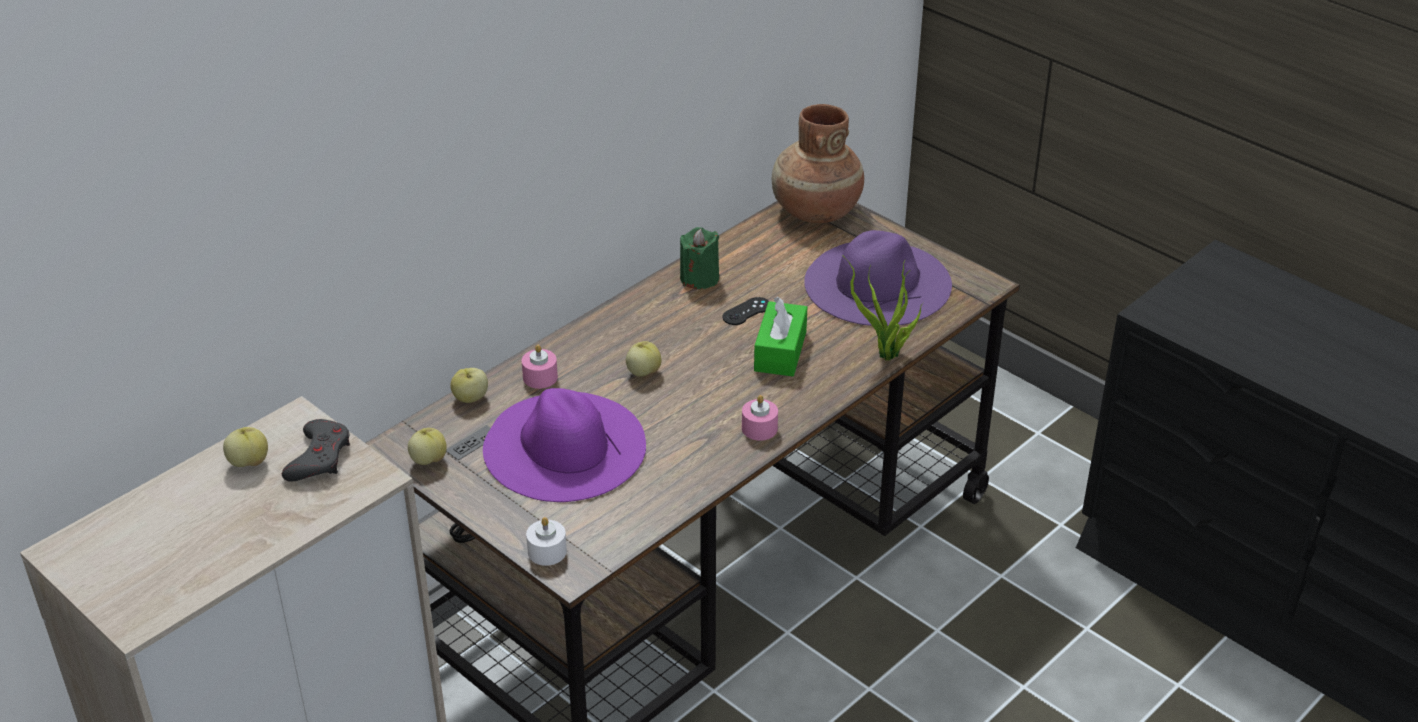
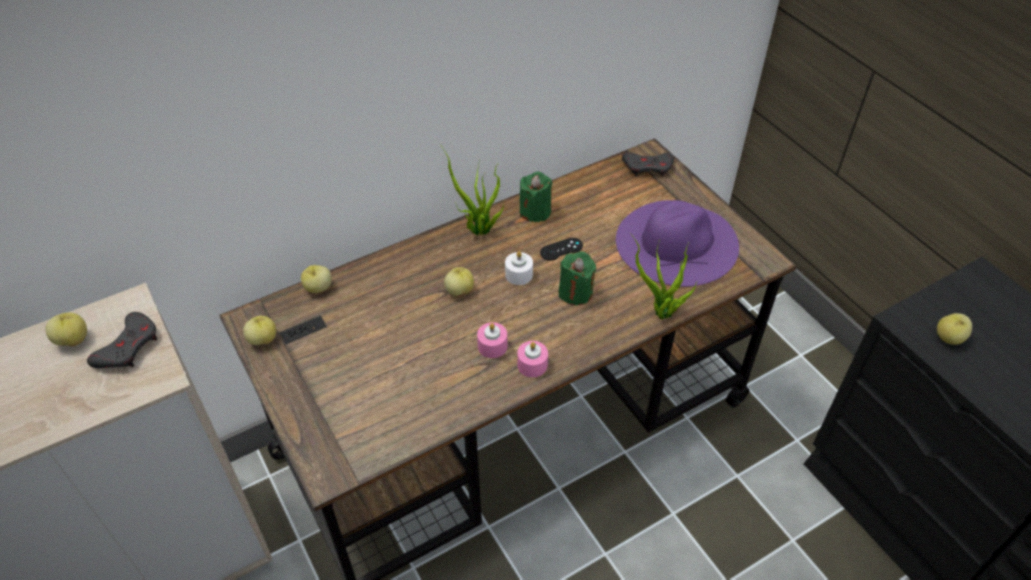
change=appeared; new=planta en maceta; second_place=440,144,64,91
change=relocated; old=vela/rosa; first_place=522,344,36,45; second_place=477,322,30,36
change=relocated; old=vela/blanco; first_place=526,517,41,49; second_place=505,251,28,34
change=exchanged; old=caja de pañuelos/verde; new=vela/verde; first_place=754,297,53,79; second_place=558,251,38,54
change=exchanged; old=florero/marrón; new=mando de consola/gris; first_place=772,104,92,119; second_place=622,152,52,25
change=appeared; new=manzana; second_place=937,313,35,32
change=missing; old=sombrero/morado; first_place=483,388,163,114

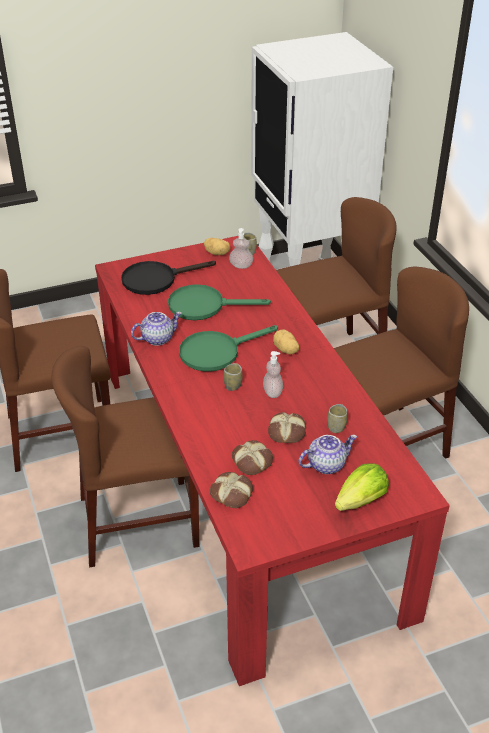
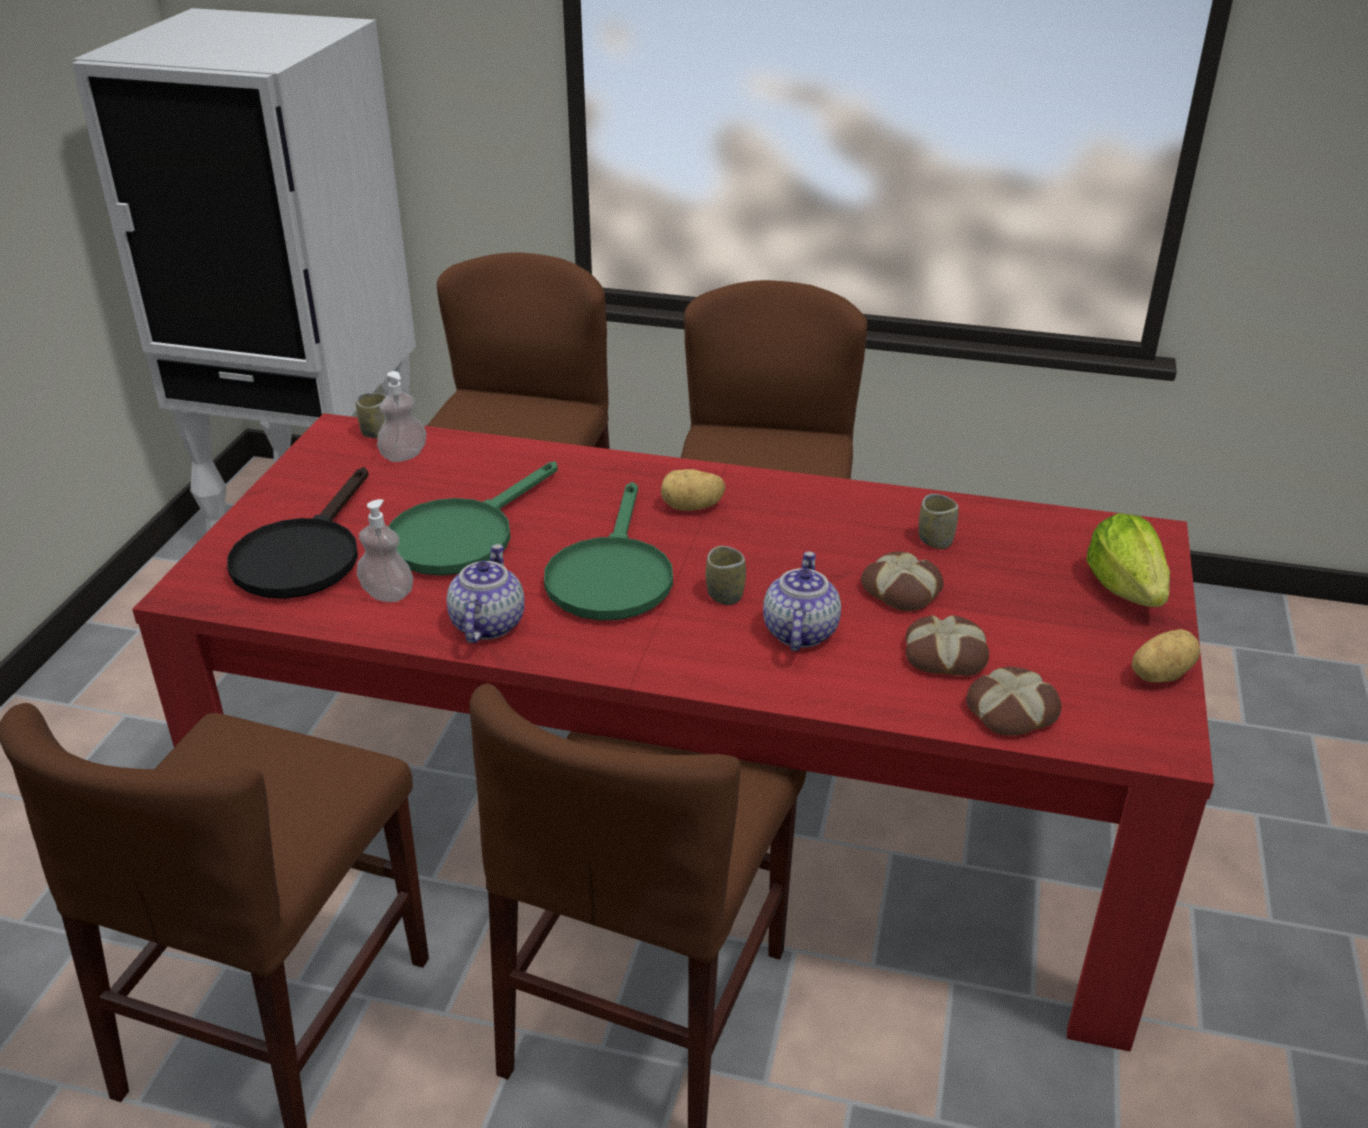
change=relocated; old=dispensador de jabón; first_place=263,351,20,47; second_place=357,499,56,103
change=relocated; old=tetera; first_place=298,435,59,39; second_place=763,551,78,100
change=relocated; old=patata; first_place=204,238,26,17; second_place=1132,629,68,53

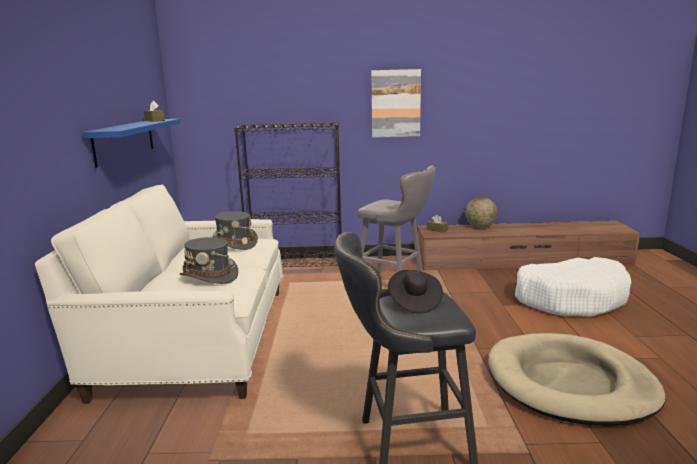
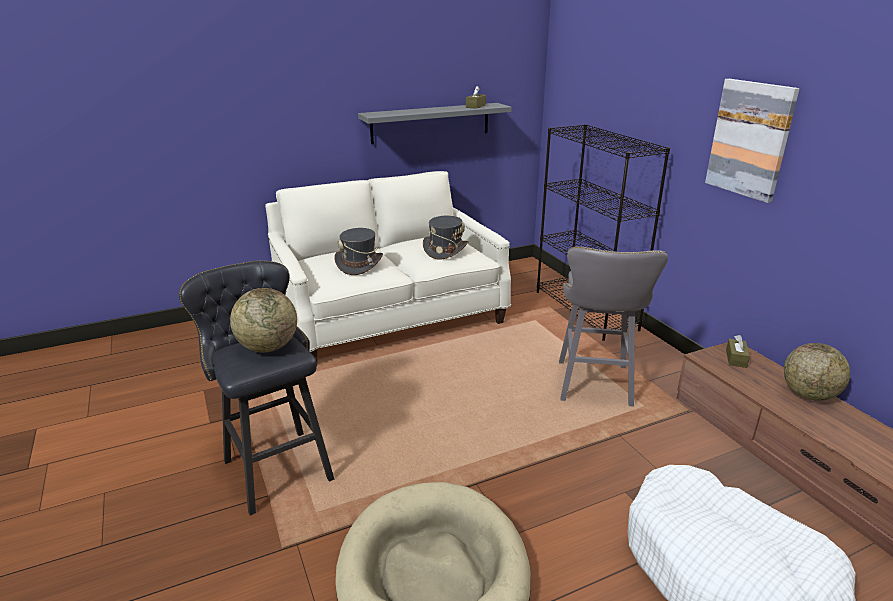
change=exchanged; old=sombrero/negro; new=globo terráqueo; first_place=388,270,55,43; second_place=230,288,67,65
change=colour; old=estante/azul; new=estante/gris; first_place=82,119,98,49; second_place=358,103,154,41

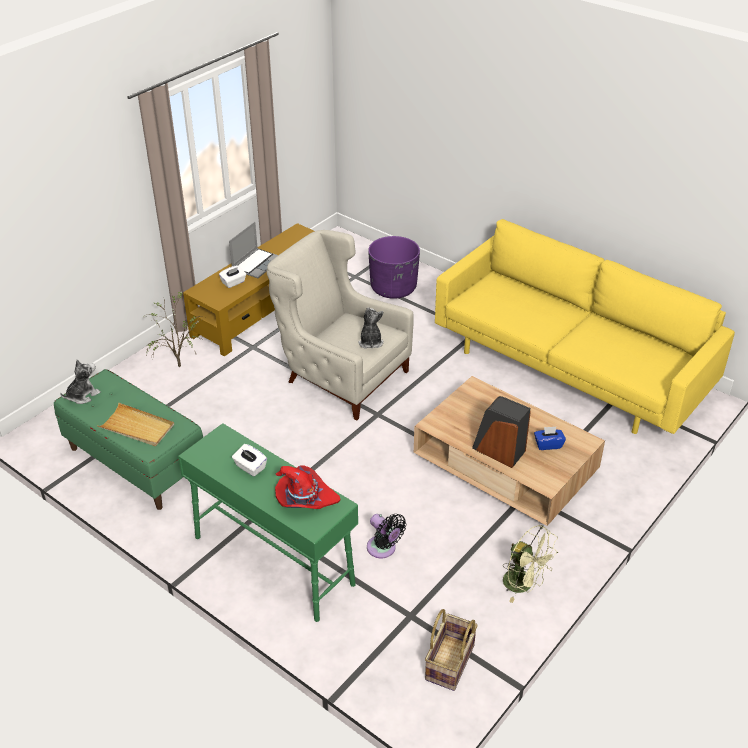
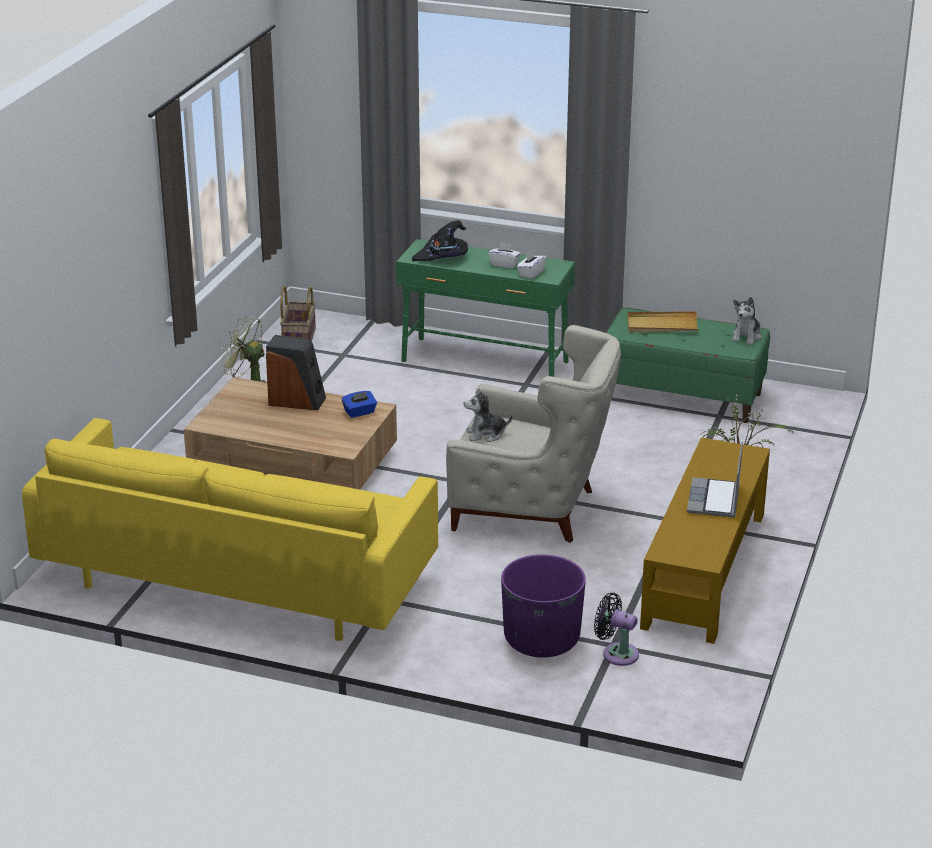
change=relocated; old=caja de pañuelos/azul; first_place=534,427,32,23; second_place=342,391,35,27
change=colour; old=sombrero/rojo; new=sombrero/negro; first_place=275,466,65,43; second_place=412,220,56,41
change=spun; old=peluche; first_place=358,307,26,42; second_place=464,388,49,54; degrees=105
change=relocated; old=caja de pañuelos/blanco; first_place=219,265,27,23; second_place=517,250,29,29
change=relocated; old=ventilador/negro; first_place=367,514,39,44; second_place=594,593,45,73

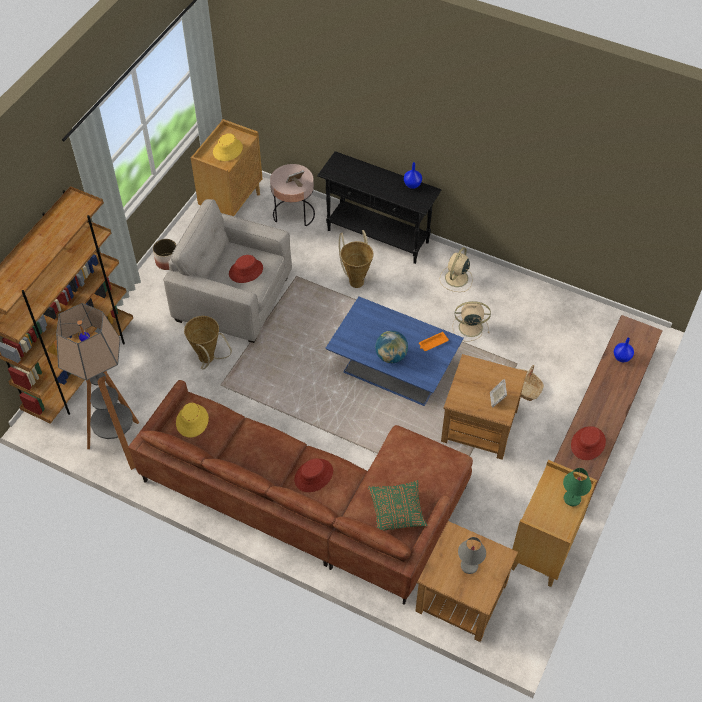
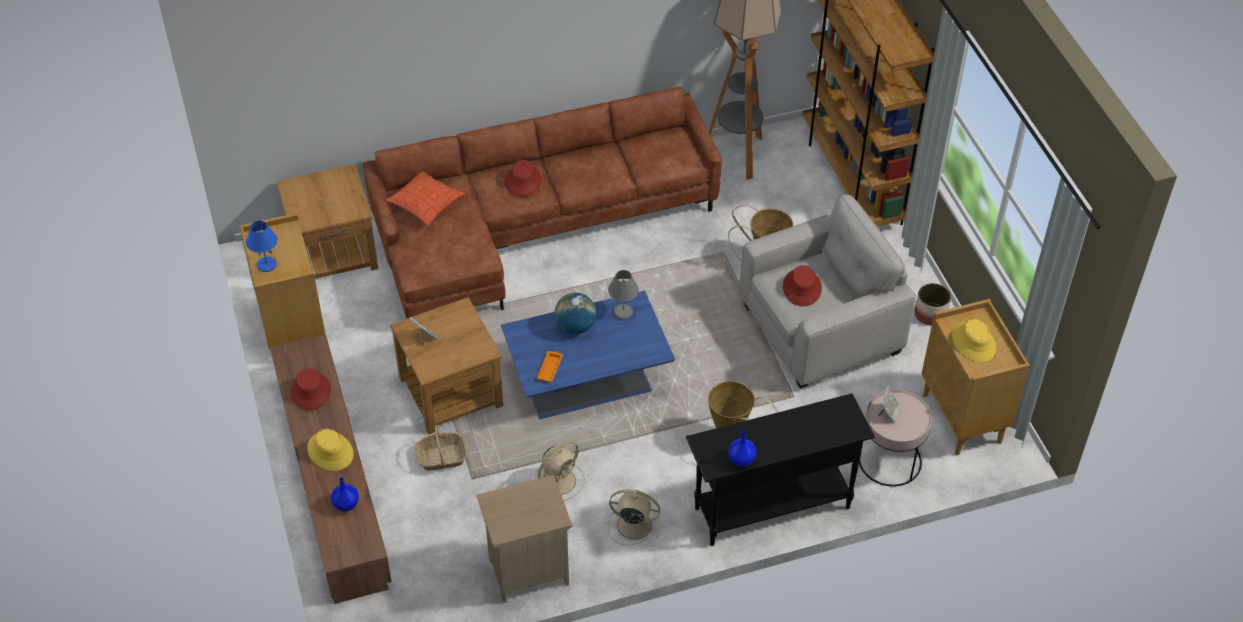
change=colour; old=lámpara de mesa/verde; new=lámpara de mesa/azul; first_place=563,468,29,38; second_place=246,221,32,51
change=relocated; old=sombrero/amarillo; first_place=176,403,33,35; second_place=307,429,47,42
change=colour; old=cojín/verde; new=cojín/naranja; first_place=368,480,59,51; second_place=386,172,79,53
change=appeared; new=mesita de noche/beis; second_place=477,475,95,128
change=relocated; old=lámpara de mesa/gris; first_place=458,537,28,37; second_place=608,270,31,49
change=spun; old=ventilador/beis; first_place=439,247,33,45; second_place=608,490,52,55; degrees=-60

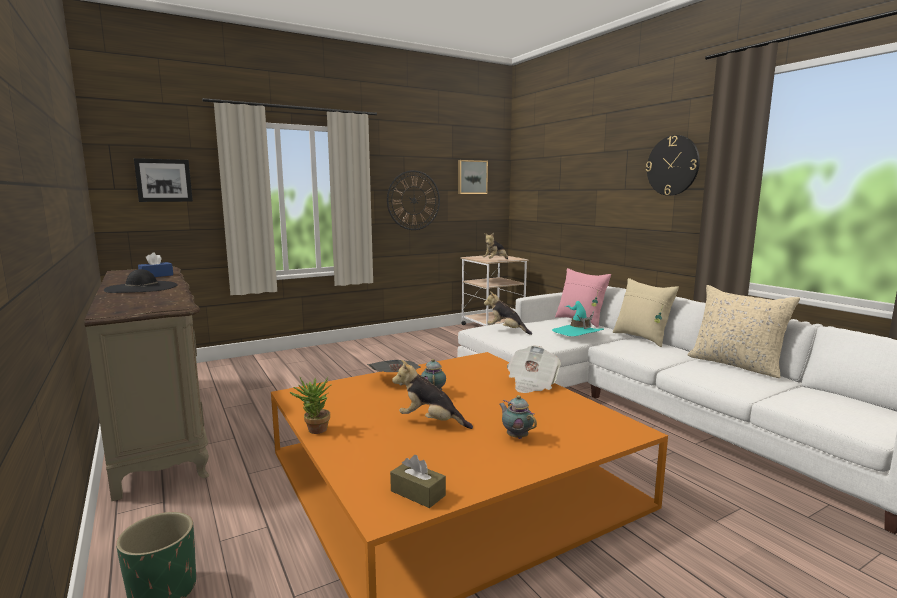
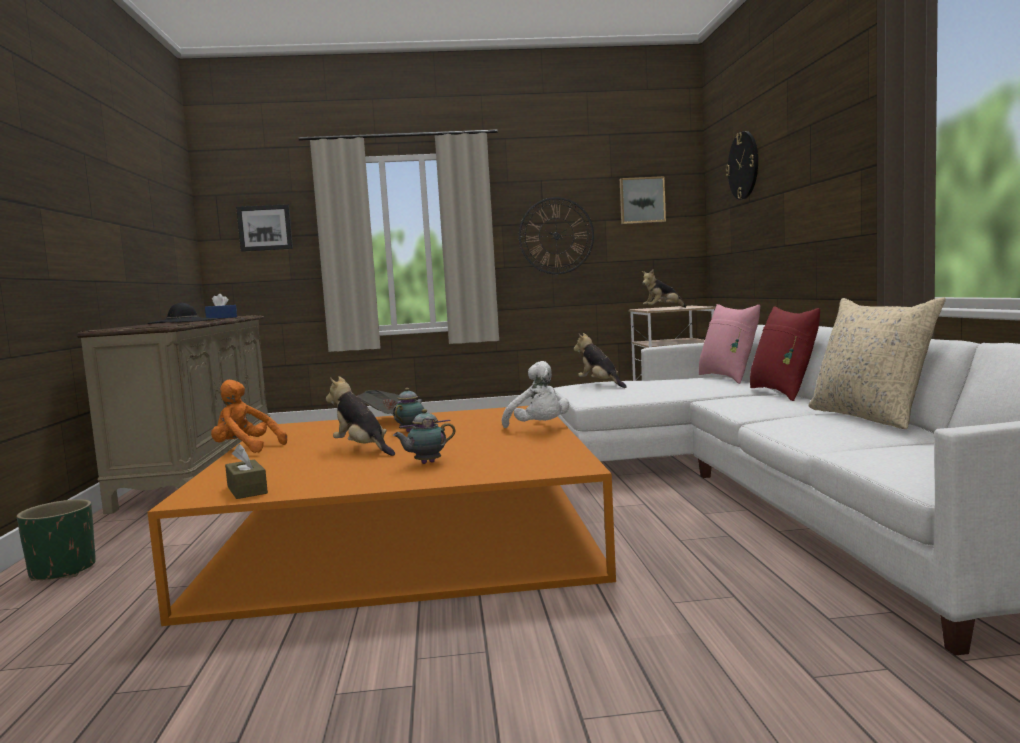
change=exchanged; old=planta en maceta; new=peluche/naranja; first_place=289,377,42,57; second_place=211,380,76,73
change=spun; old=tetera; first_place=499,395,38,44; second_place=393,409,62,55; degrees=-105
change=exchanged; old=periódico; new=peluche/blanco; first_place=507,345,54,48; second_place=502,361,67,67
change=relocated; old=reloj de pared; first_place=646,135,54,61; second_place=726,131,32,69
change=colour; old=cojín/beis; new=cojín/rojo; first_place=613,278,66,69; second_place=750,306,70,95
change=missing; old=sombrero/turquesa; first_place=552,301,52,35

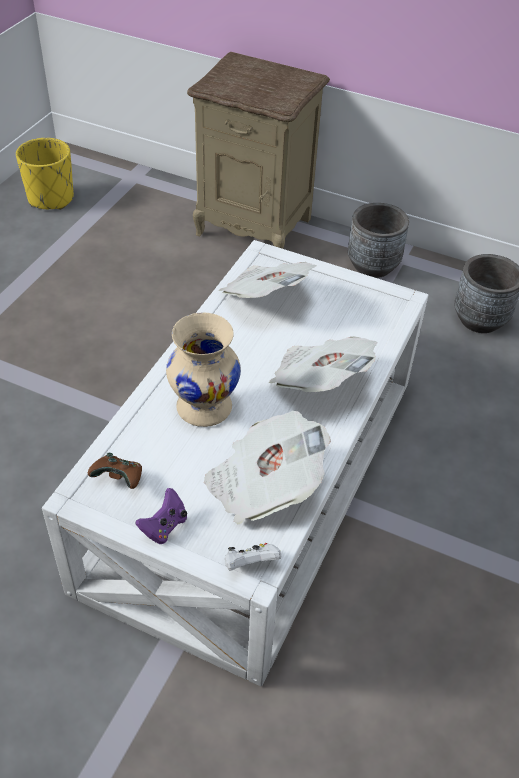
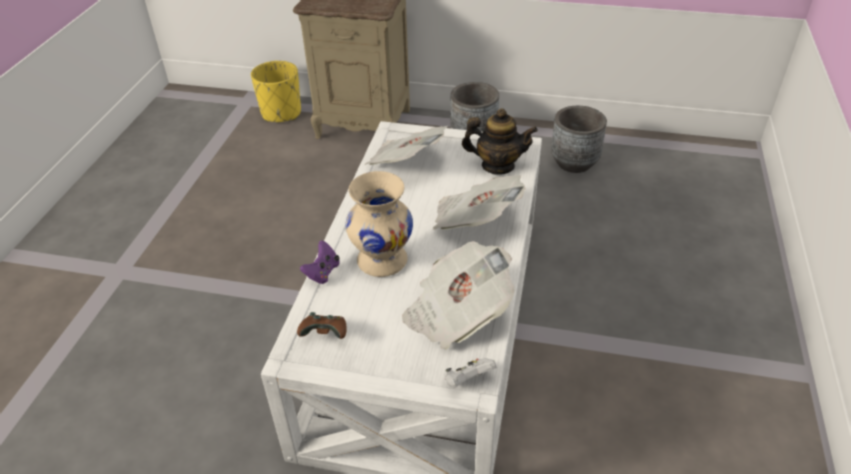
change=relocated; old=maceta/amarillo; first_place=16,138,58,72; second_place=251,61,50,61
change=relocated; old=mando de consola/morado; first_place=136,488,51,56; second_place=300,241,40,43
change=appeared; new=tetera; second_place=462,108,76,67

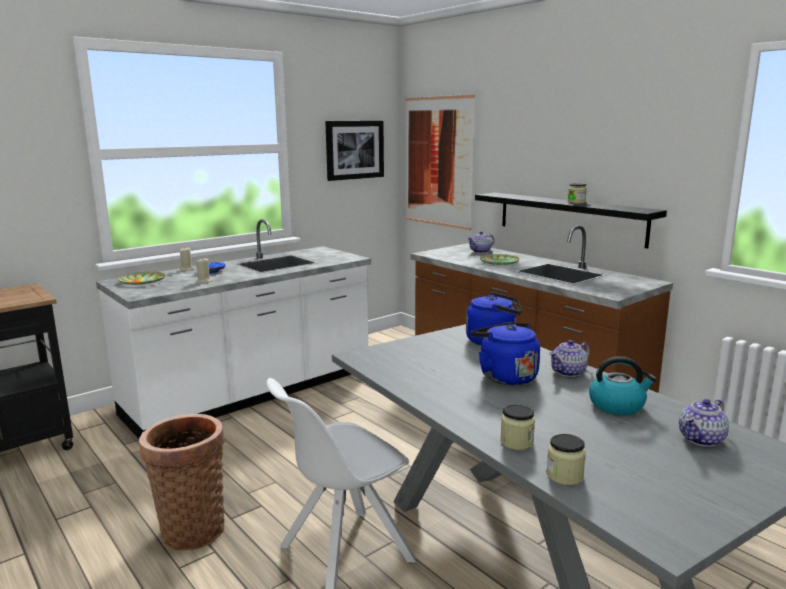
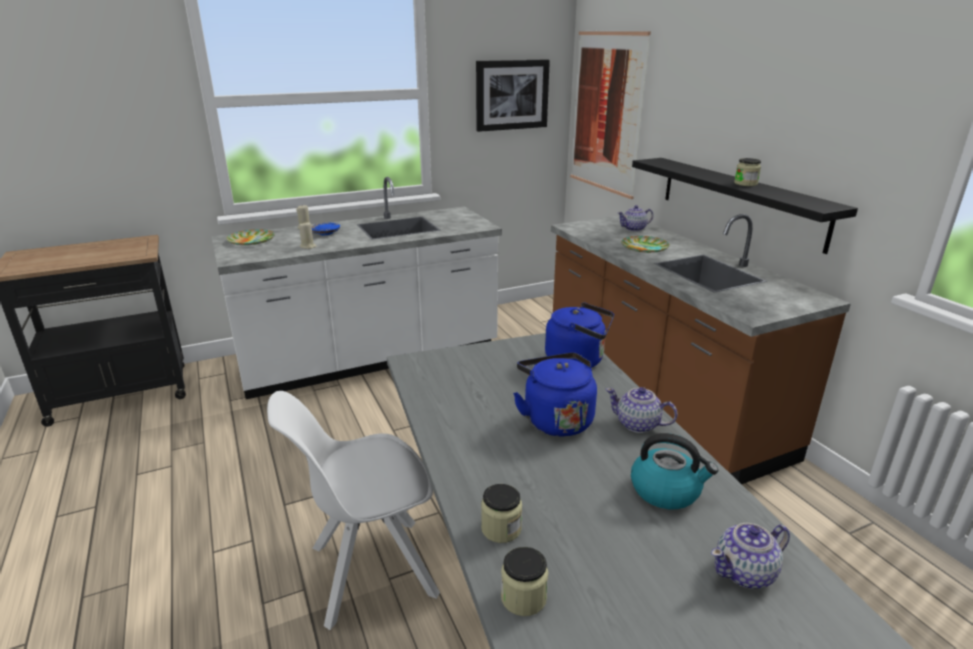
change=spun; old=tetera; first_place=549,340,41,37; second_place=605,387,73,46; degrees=45
change=missing; old=cesta; first_place=139,414,86,137

